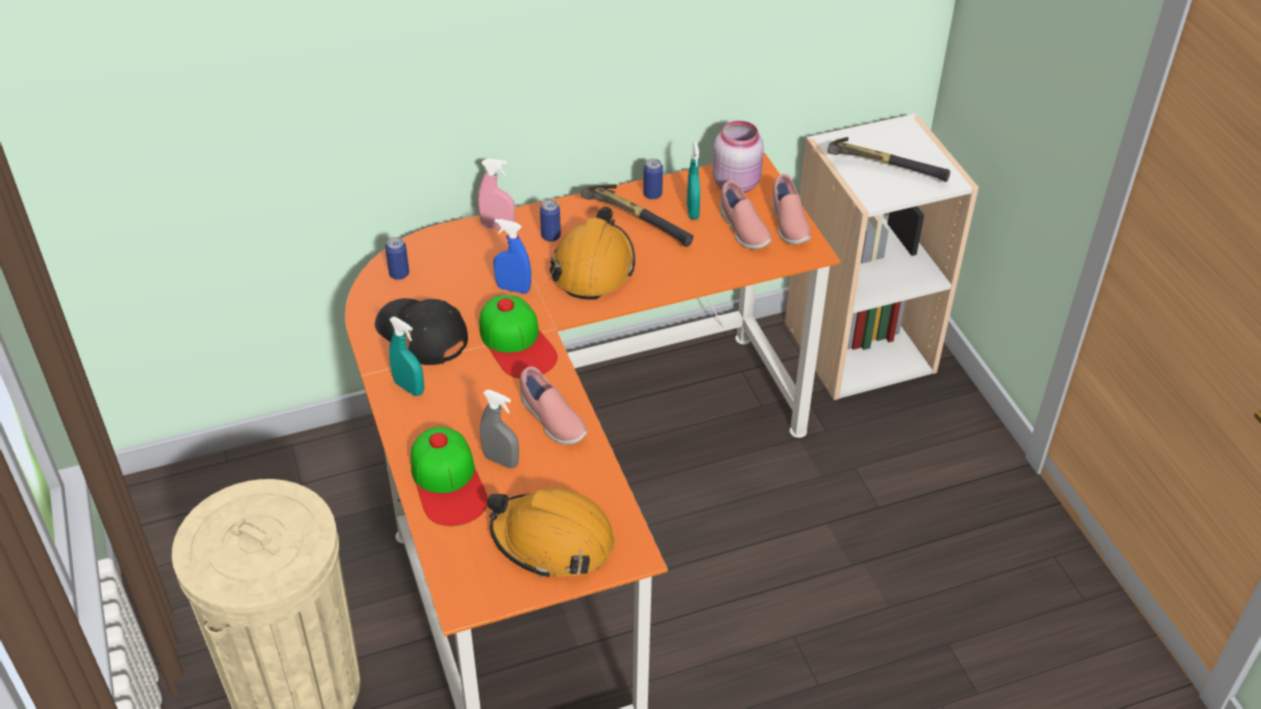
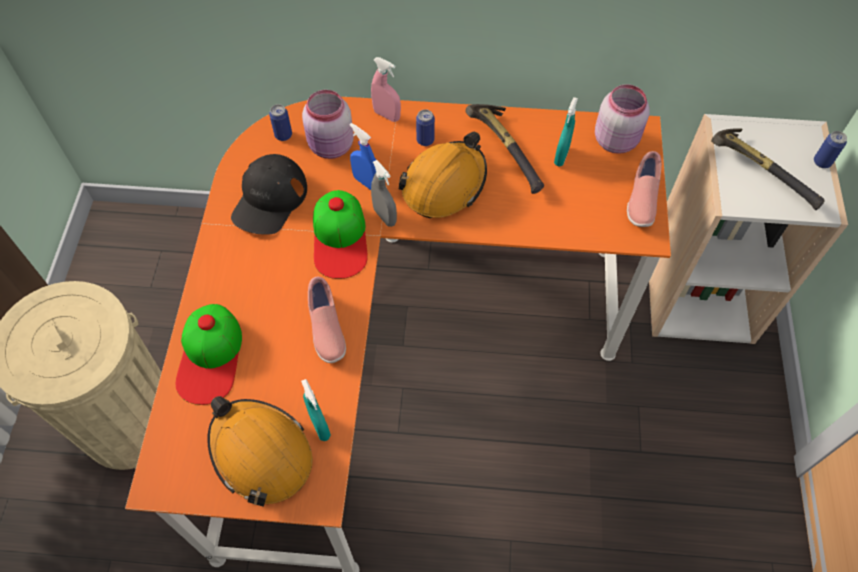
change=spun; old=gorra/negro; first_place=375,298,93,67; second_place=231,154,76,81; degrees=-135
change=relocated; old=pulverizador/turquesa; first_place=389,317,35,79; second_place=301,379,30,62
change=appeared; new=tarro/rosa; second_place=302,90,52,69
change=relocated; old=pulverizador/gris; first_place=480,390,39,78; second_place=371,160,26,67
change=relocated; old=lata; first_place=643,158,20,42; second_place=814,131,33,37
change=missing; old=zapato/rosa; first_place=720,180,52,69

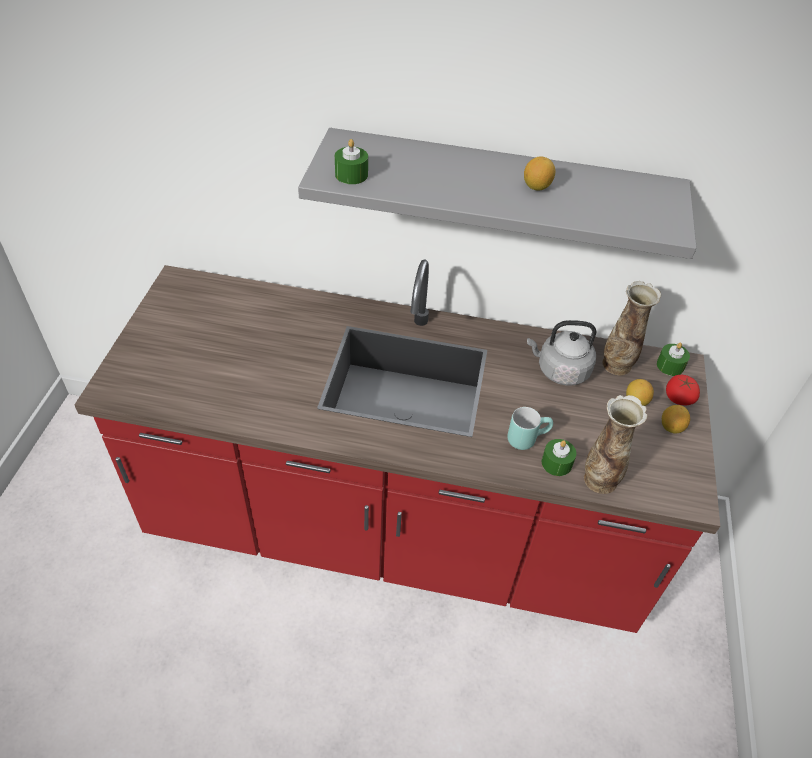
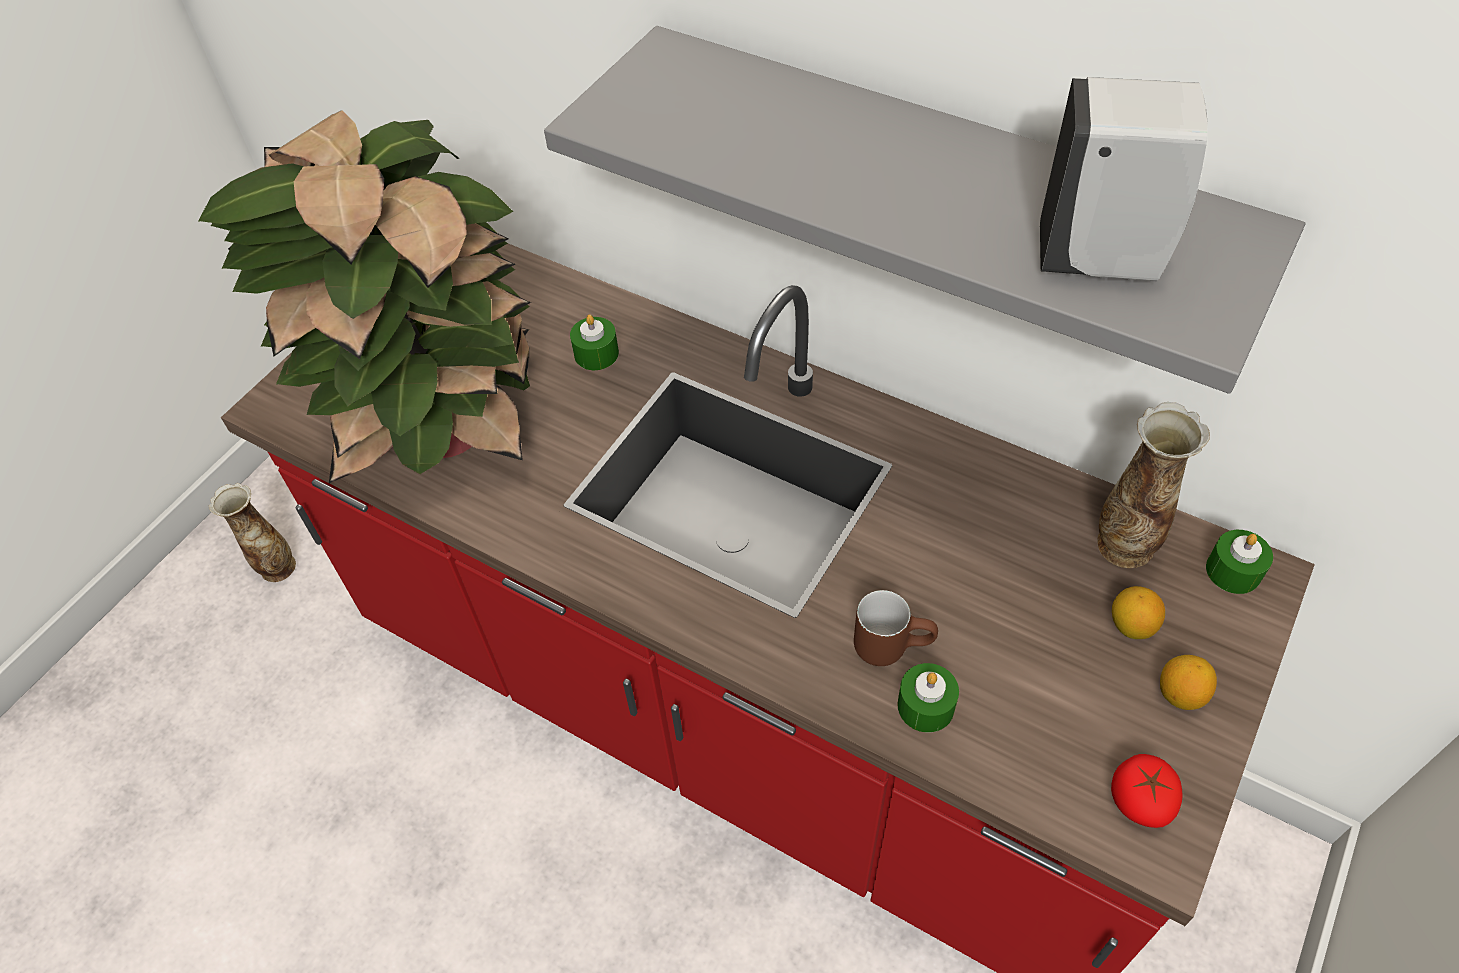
change=appeared; new=planta en maceta; second_place=198,110,333,373
change=relocated; old=florero; first_place=584,395,64,99; second_place=209,483,87,99
change=relocated; old=vela/verde; first_place=335,139,33,45; second_place=570,315,49,55
change=colour; old=taza grande/turquesa; new=taza grande/marrón; first_place=507,407,46,43; second_place=854,590,84,76
change=appeared; new=dispensador de jabón/blanco; second_place=1040,77,167,204
change=relocated; old=tomate; first_place=666,375,34,30; second_place=1111,754,72,74
change=missing; old=limón; first_place=524,156,31,34
change=missing; old=hervidor/gris; first_place=527,320,69,66

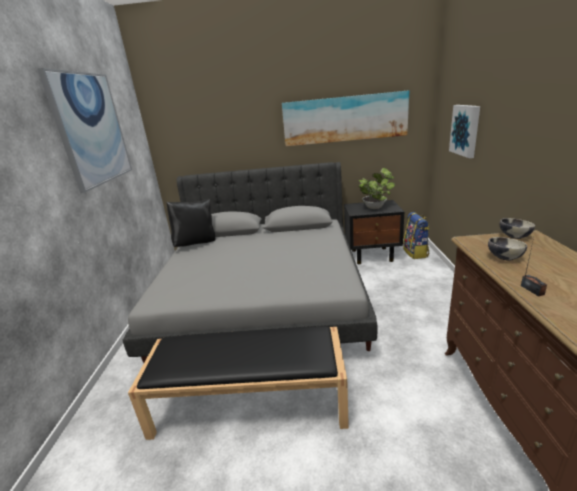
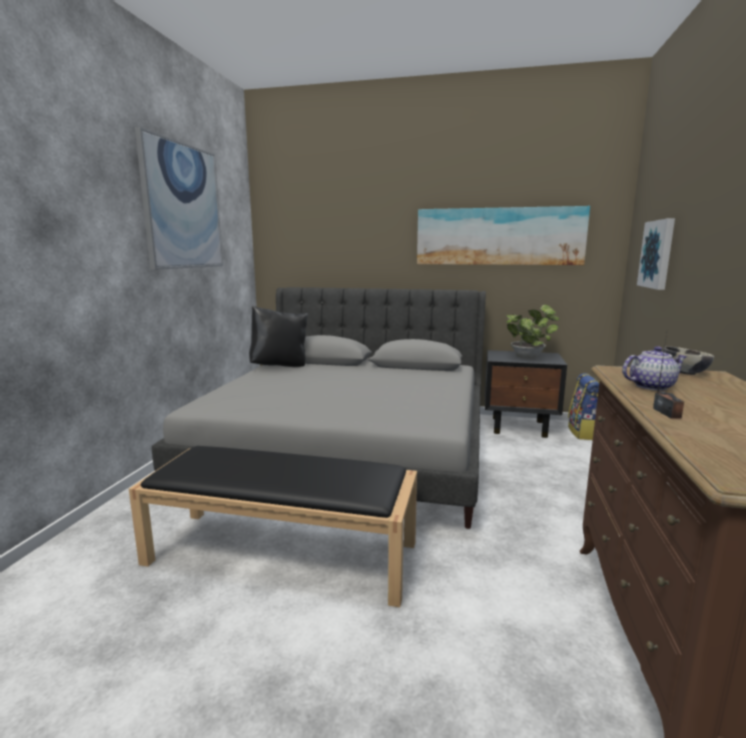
change=exchanged; old=cuenco; new=tetera; first_place=488,237,39,24; second_place=622,346,66,45

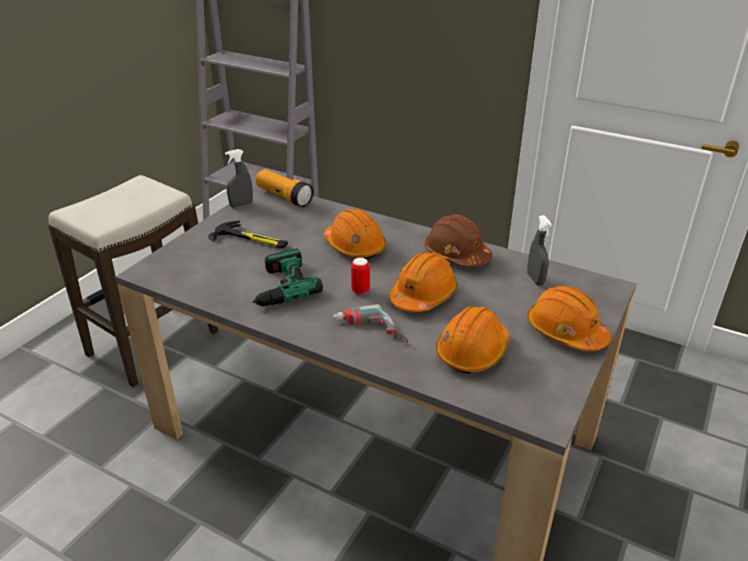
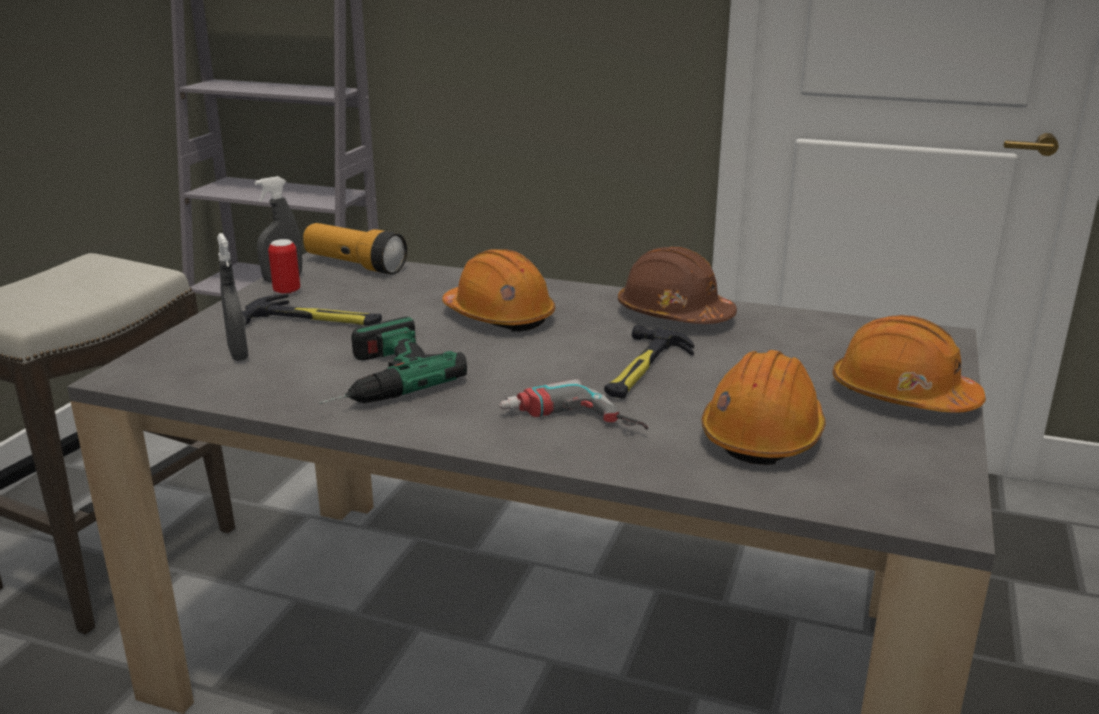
change=relocated; old=pulverizador/gris; first_place=527,215,25,70; second_place=217,233,31,128
change=relocated; old=lata; first_place=351,258,19,36; second_place=268,239,32,56
change=exchanged; old=casco/naranja; new=martillo; first_place=389,252,68,60; second_place=604,325,90,73

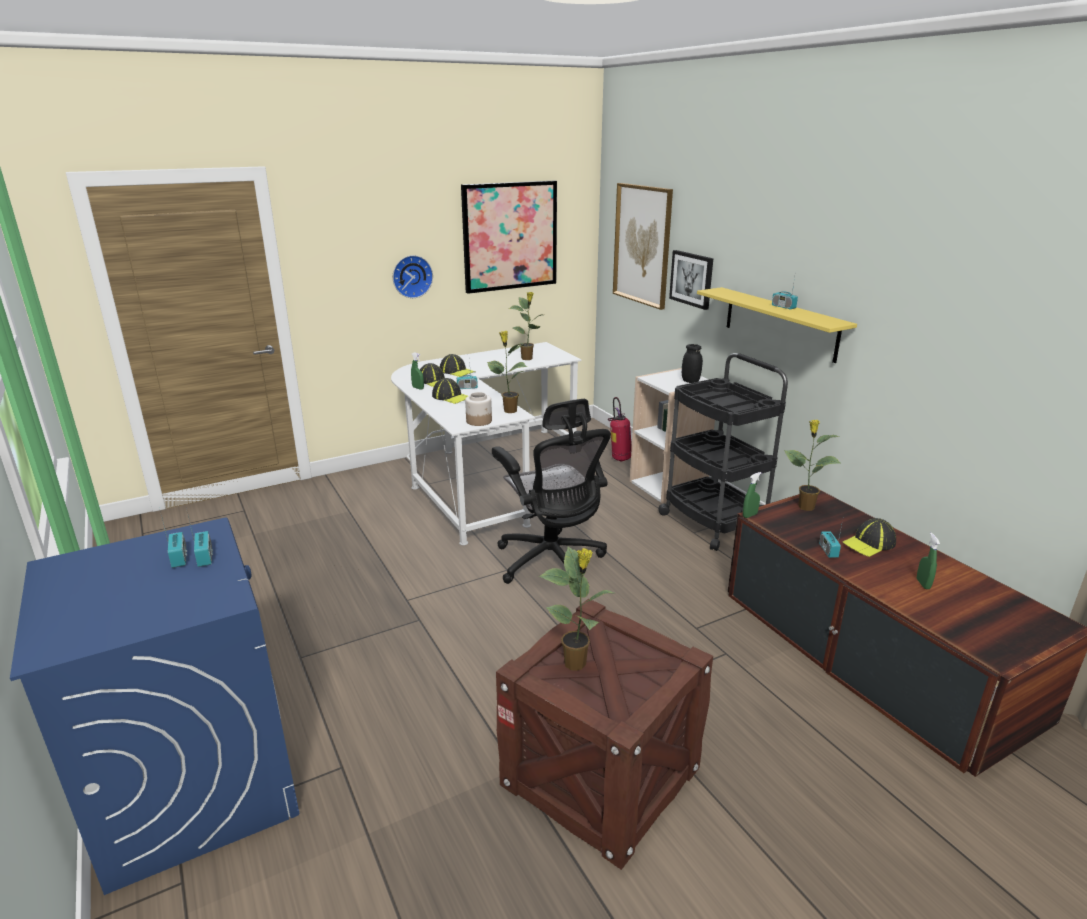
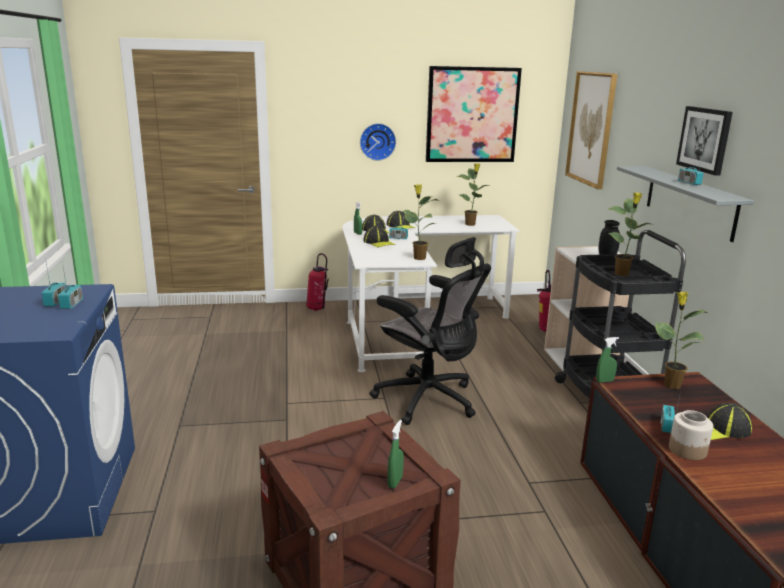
change=appeared; new=extintor; second_place=306,253,23,58
change=spun; old=silla de oficina; first_place=492,399,119,185; second_place=369,237,122,188; degrees=-45
change=relocated; old=pulverizador/verde; first_place=917,533,23,56; second_place=387,420,17,69
change=relocated; old=planta en maceta; first_place=539,547,75,124; second_place=608,192,43,84
change=colour; old=estante/amarillo; new=estante/gris; first_place=697,287,160,76; second_place=617,166,137,76
change=relocated; old=tarro; first_place=465,392,27,34; second_place=669,410,44,50
change=relocated; old=cuadro; first_place=669,250,44,60; second_place=676,106,57,70

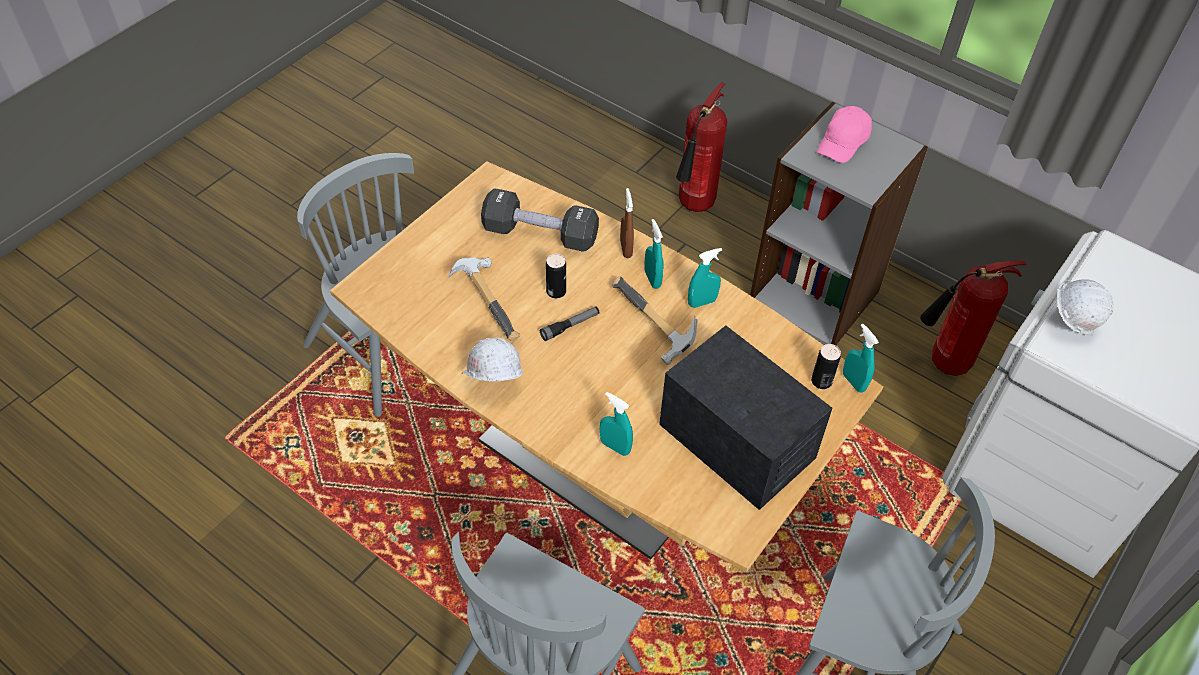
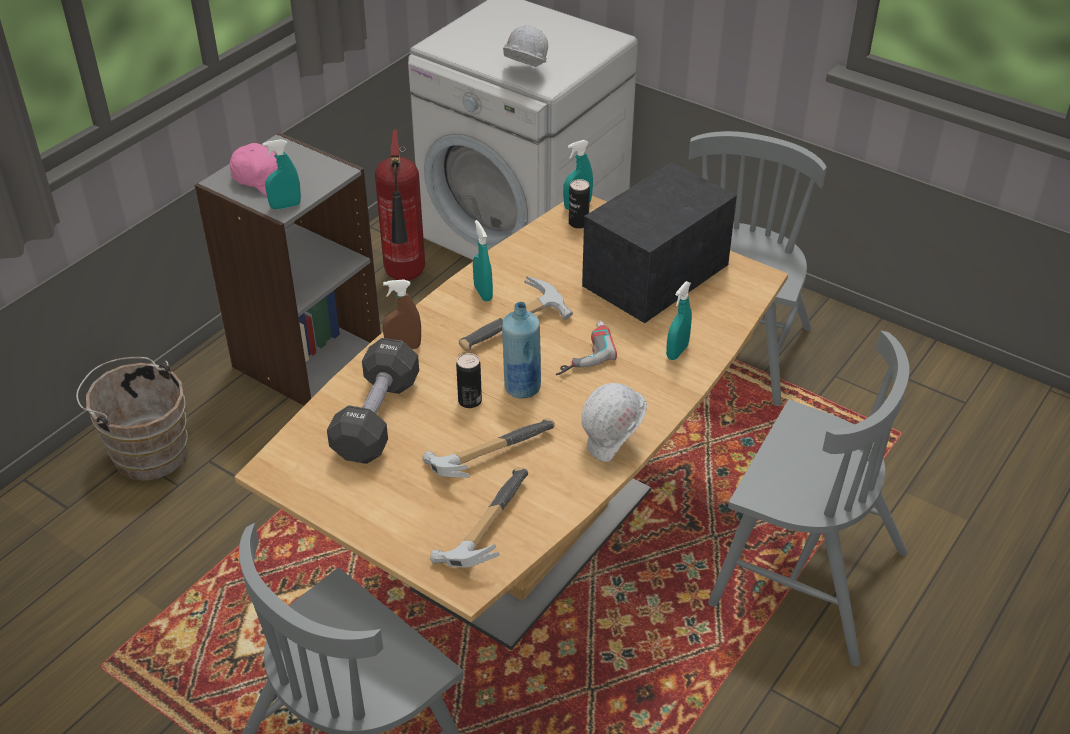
change=exchanged; old=extintor; new=cubo/marrón; first_place=676,82,51,130; second_place=76,357,112,124
change=relocated; old=pulverizador/turquesa; first_place=644,219,20,70; second_place=263,139,38,71
change=appeared; new=martillo; second_place=430,467,98,100
change=exchanged; old=linterna; new=botella/azul; first_place=540,306,60,35; second_place=502,302,39,97
change=appeared; new=taladro; second_place=556,321,61,54

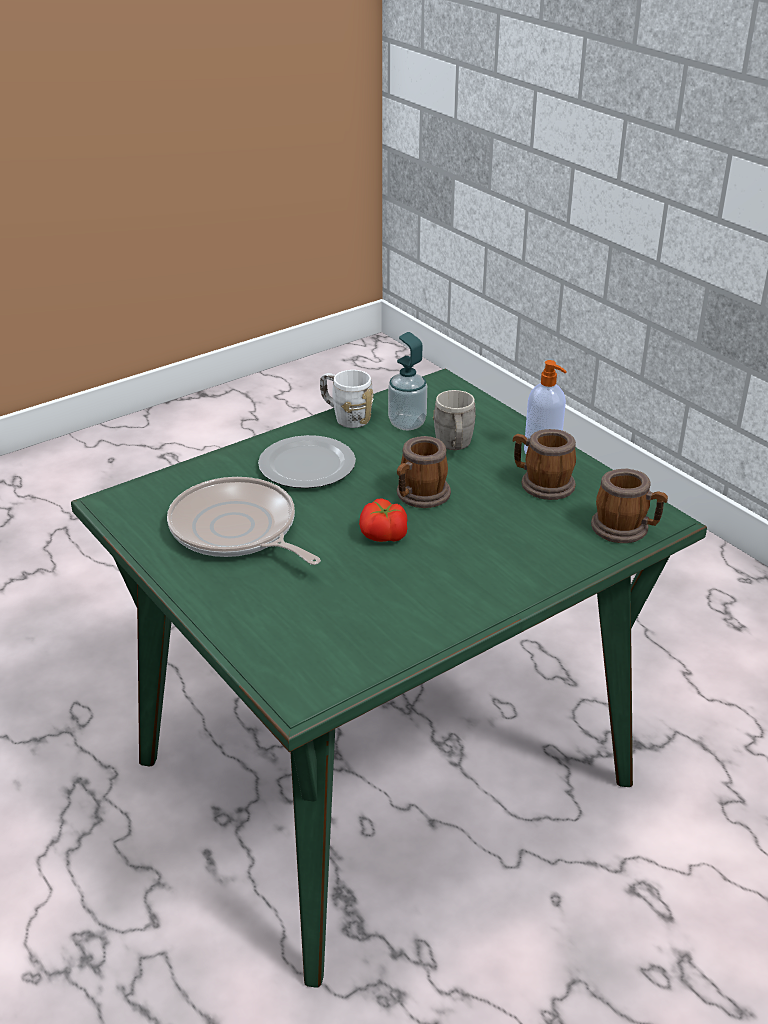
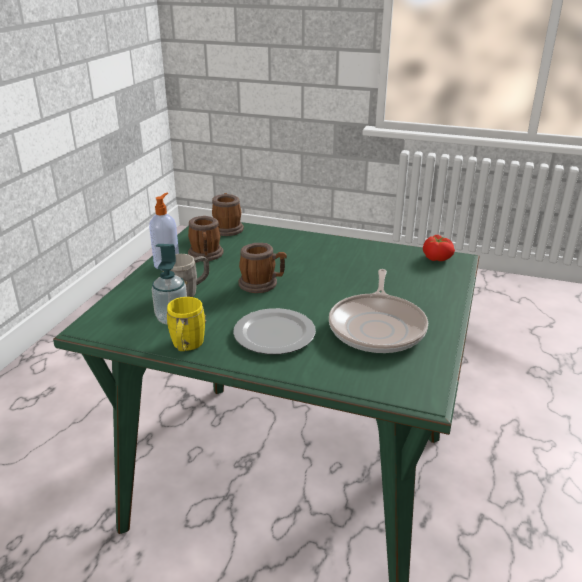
change=colour; old=taza grande/blanco; new=taza grande/amarillo; first_place=320,370,54,58; second_place=167,297,39,54
change=relocated; old=tomate; first_place=359,499,49,43; second_place=423,235,32,26

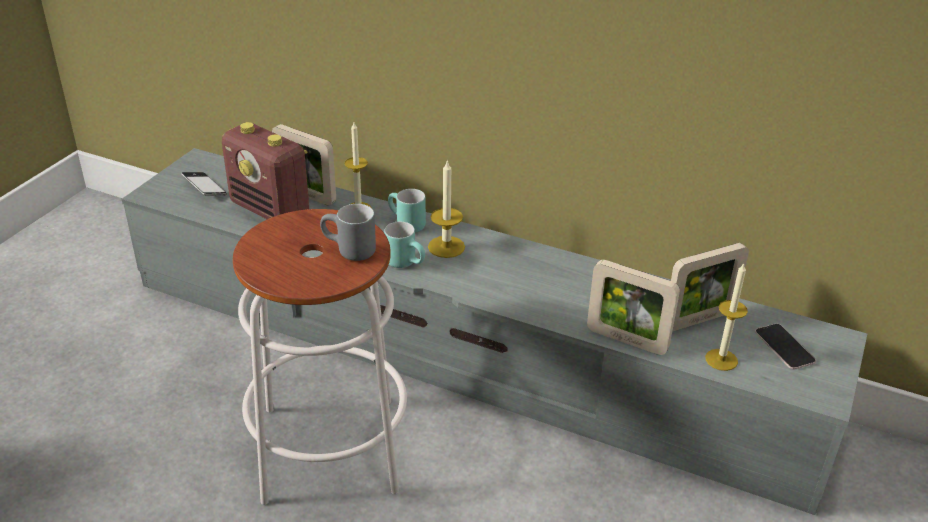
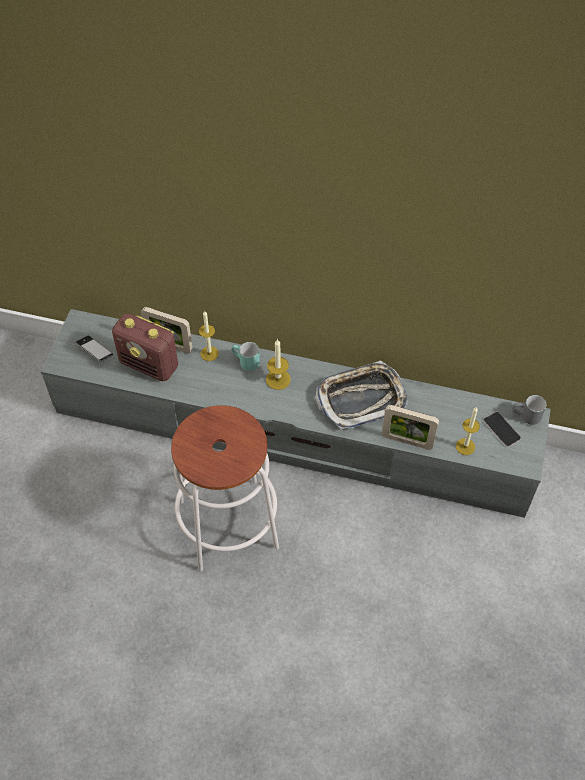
change=appeared; new=bandeja; second_place=315,361,93,69
change=relocated; old=taza grande/gris; first_place=320,204,56,57; second_place=512,395,34,30
change=missing; old=taza grande/turquesa; first_place=384,222,41,46
change=missing; old=portarretratos; first_place=671,243,78,88

